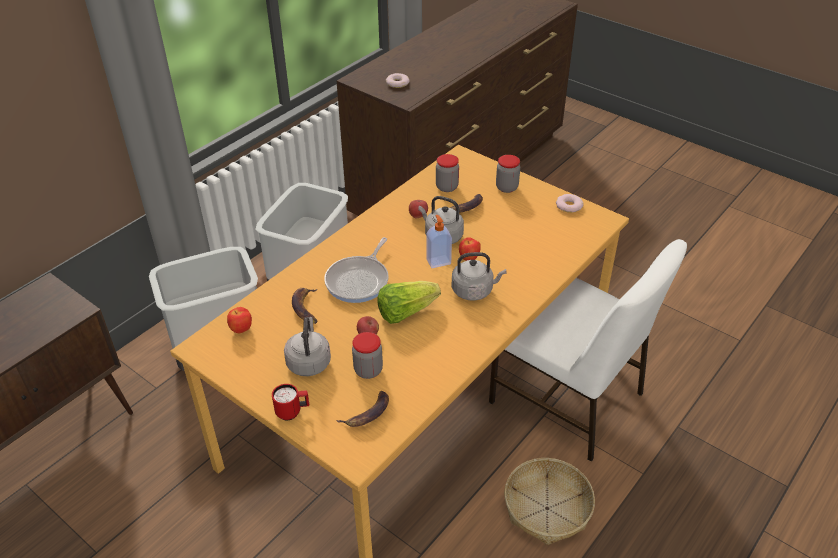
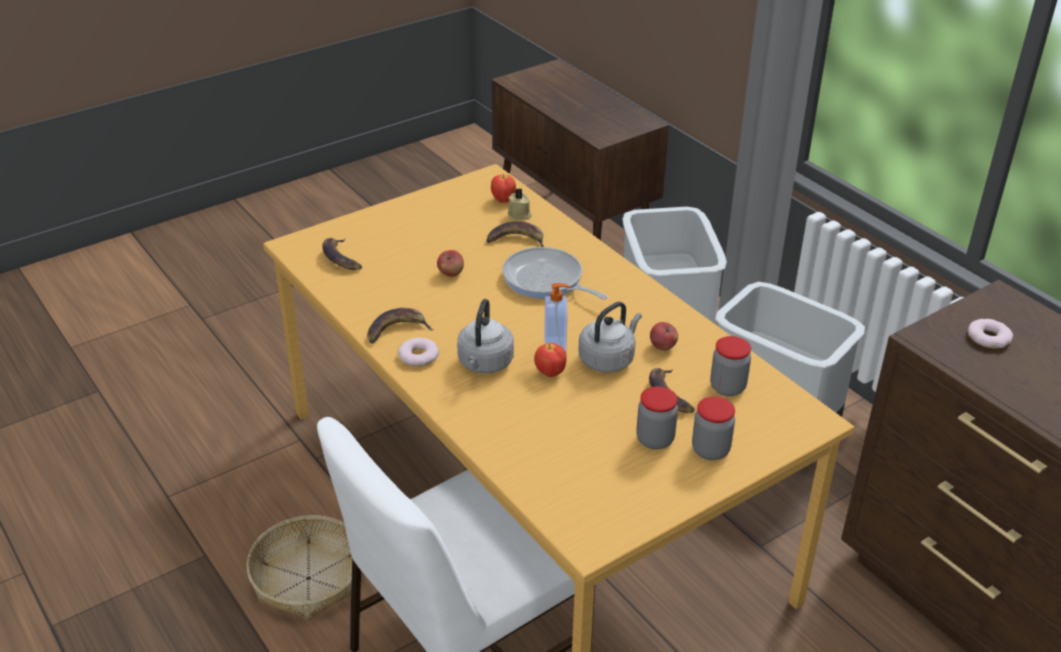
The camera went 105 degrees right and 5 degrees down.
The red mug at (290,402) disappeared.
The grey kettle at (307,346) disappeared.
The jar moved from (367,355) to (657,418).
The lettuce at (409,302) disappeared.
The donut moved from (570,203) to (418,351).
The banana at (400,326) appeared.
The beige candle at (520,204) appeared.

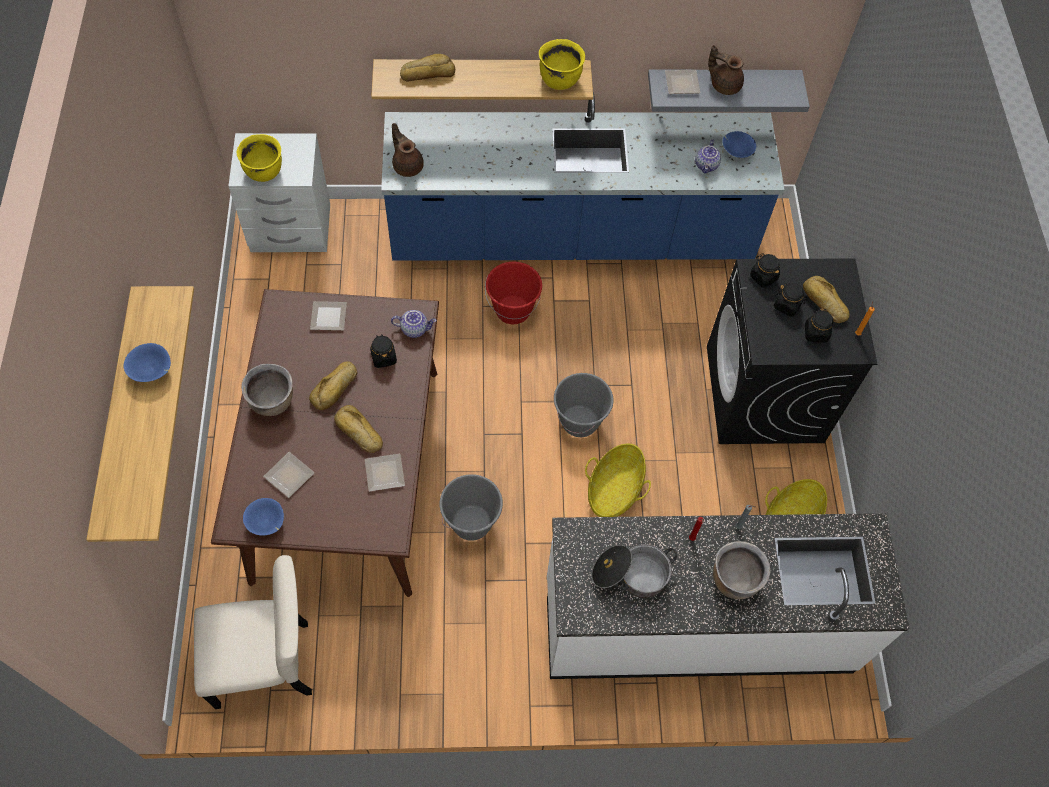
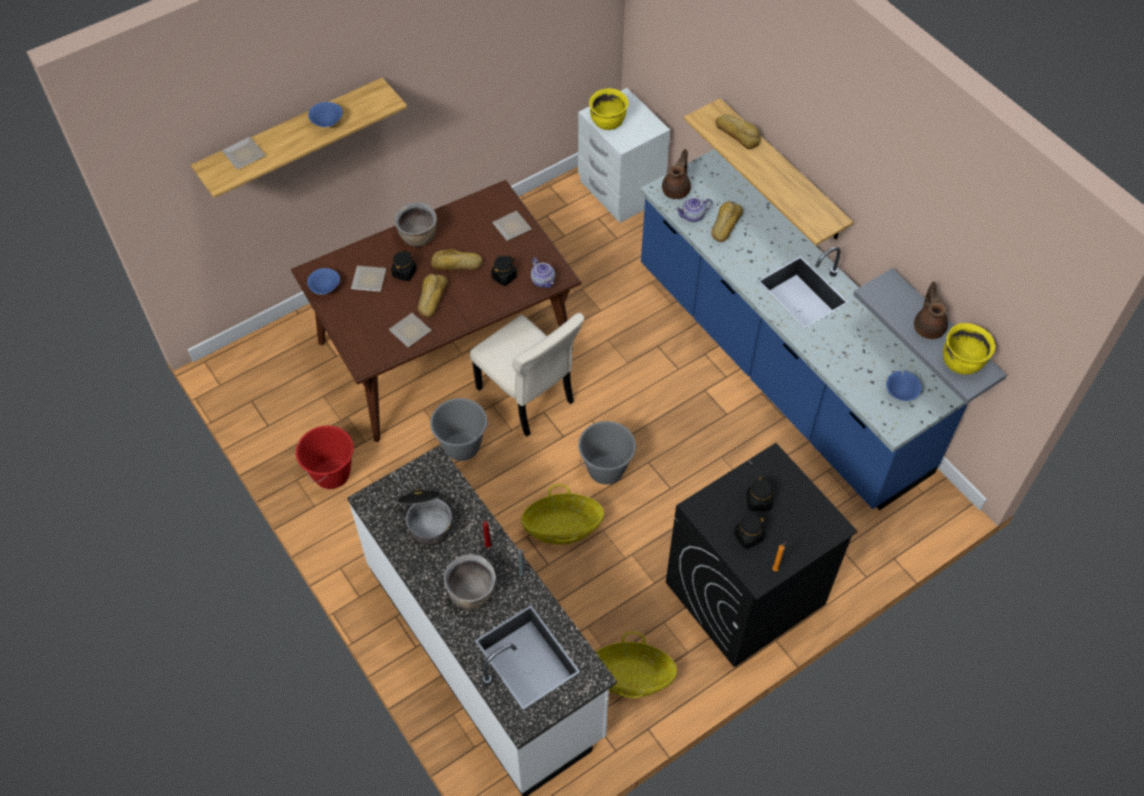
The camera went 60 degrees right and 5 degrees down.
The beige chair moved from (253,632) to (527,374).
The red bucket moved from (513,292) to (325,457).
The yellow cooking pot moved from (562,64) to (969,349).
The plate moved from (682,82) to (244,153).
The teapot moved from (708,156) to (694,209).
The black jar moved from (765,270) to (404,265).
The bread moved from (826,299) to (727,221).

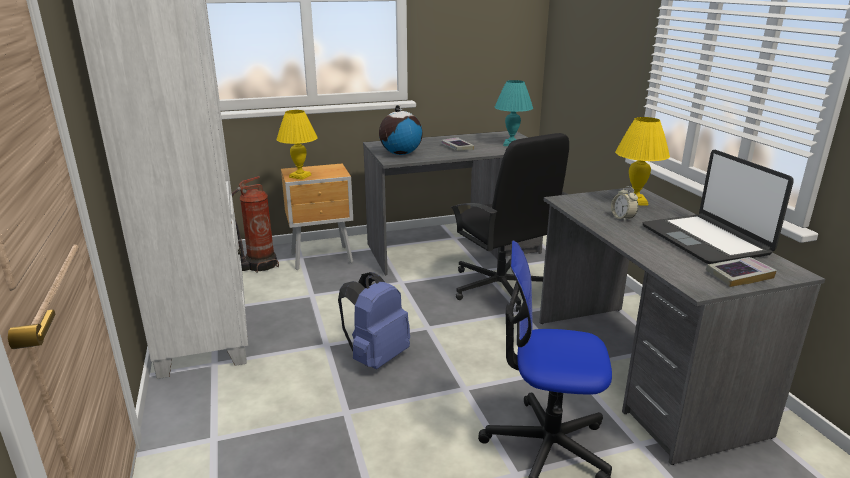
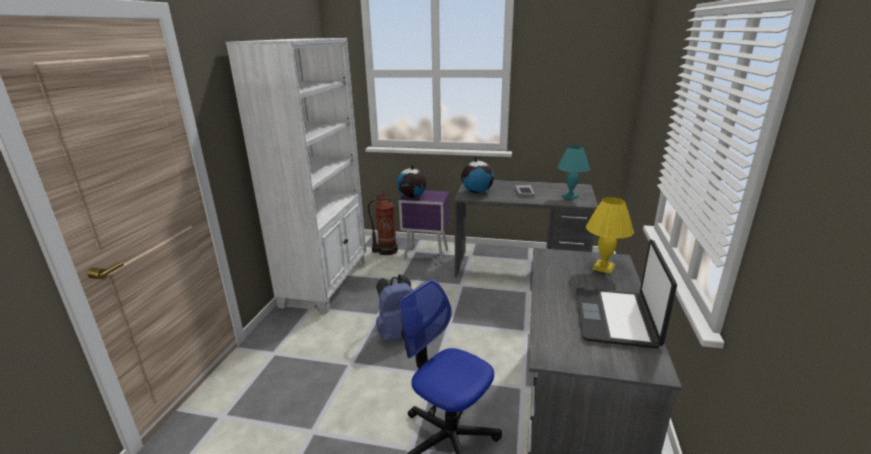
The camera went 30 degrees right and 0 degrees up.
The yellow table lamp at (297,145) was replaced by the globe at (411,181).
The brown nightstand at (317,217) became the purple nightstand at (424,226).
The black office chair at (509,222) disappeared.
The alarm clock at (624,204) disappeared.
The book at (741,272) disappeared.

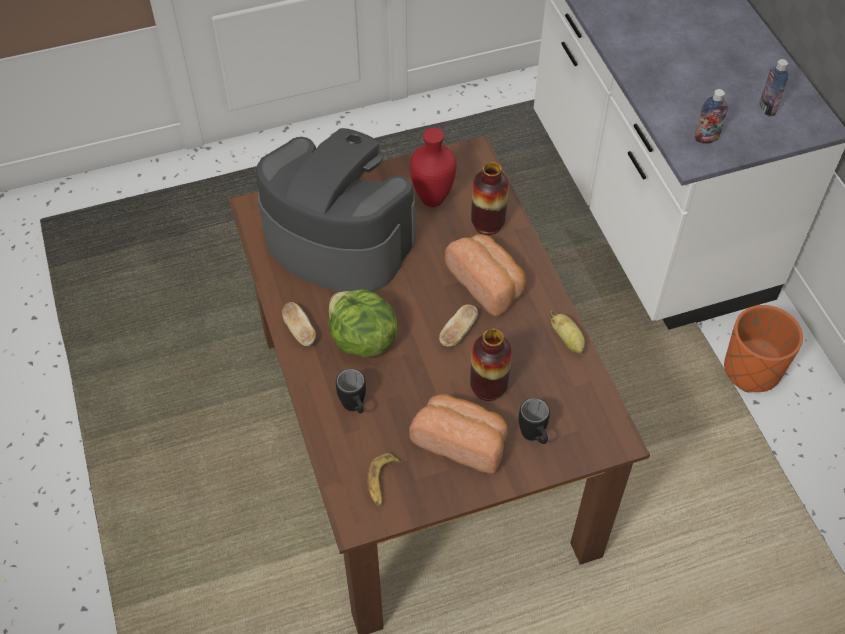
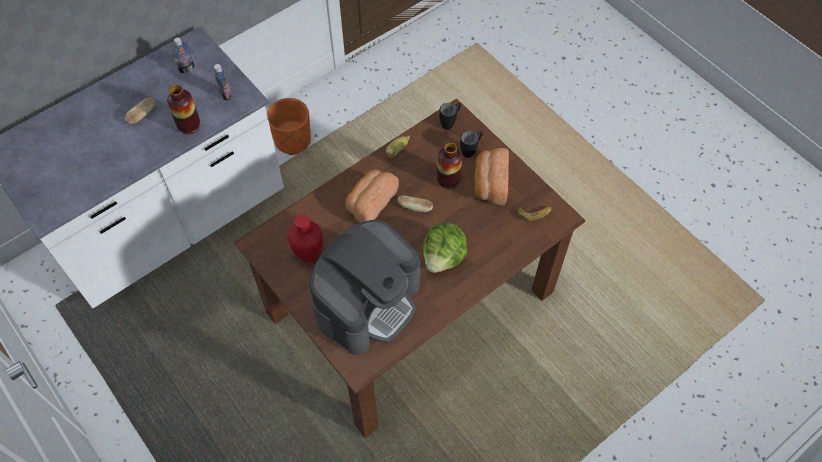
The camera went 110 degrees left and 5 degrees up.
The coffee machine at (335,210) turned 150 degrees counterclockwise.
The bread moved from (299,324) to (140,111).
The black mug moved from (351,391) to (450,116).
The vase moved from (490,198) to (183,109).

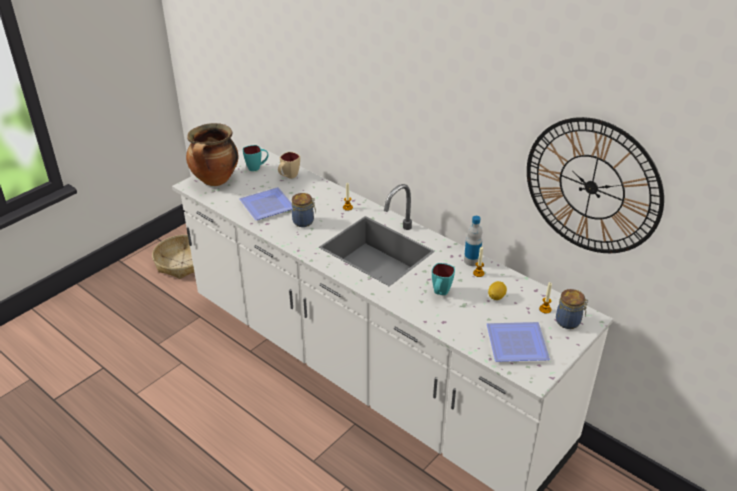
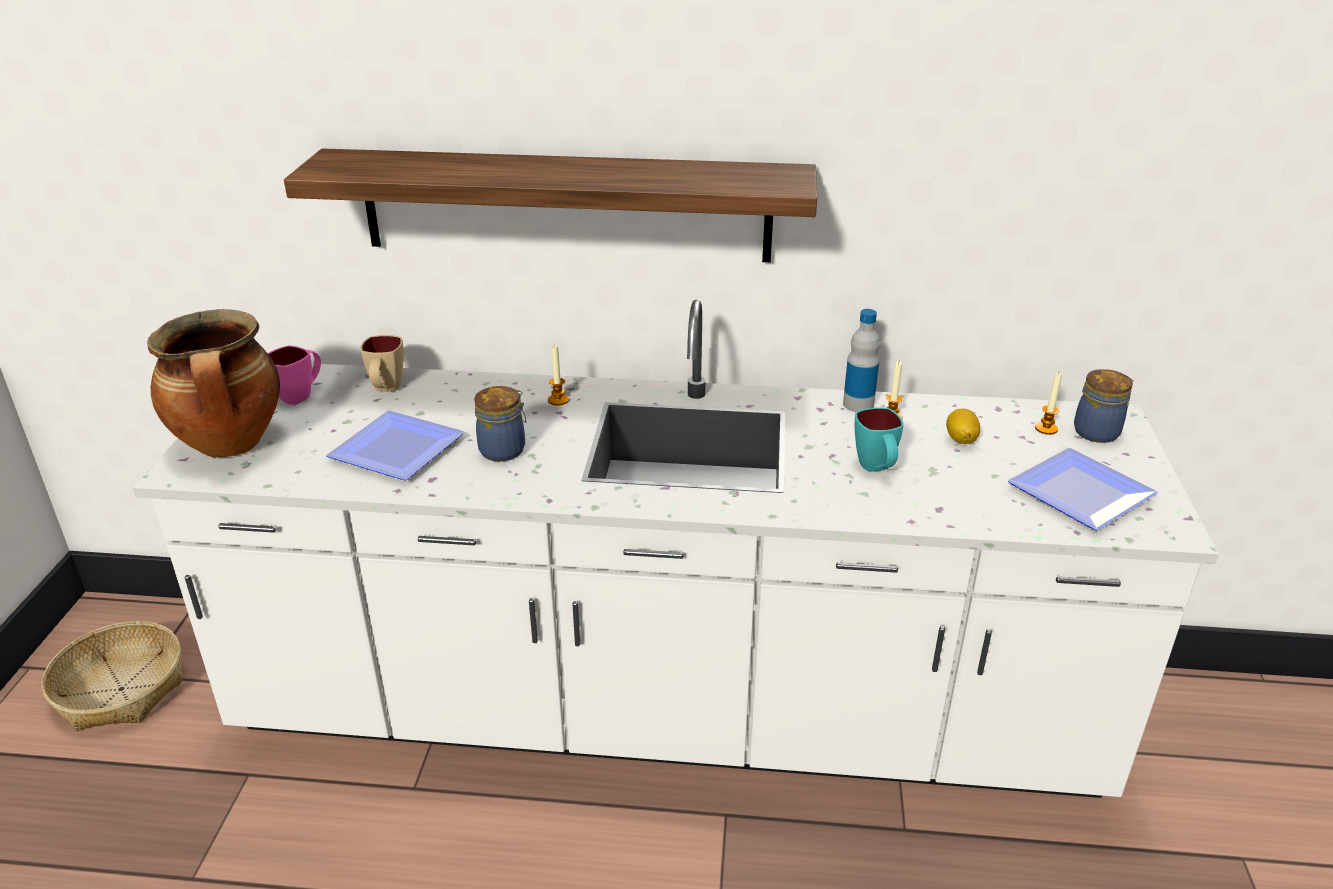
The camera went 35 degrees left and 5 degrees down.
The turquoise mug at (256,158) became the pink mug at (294,375).
The wall clock at (595,185) disappeared.
The shelf at (550,205) appeared.

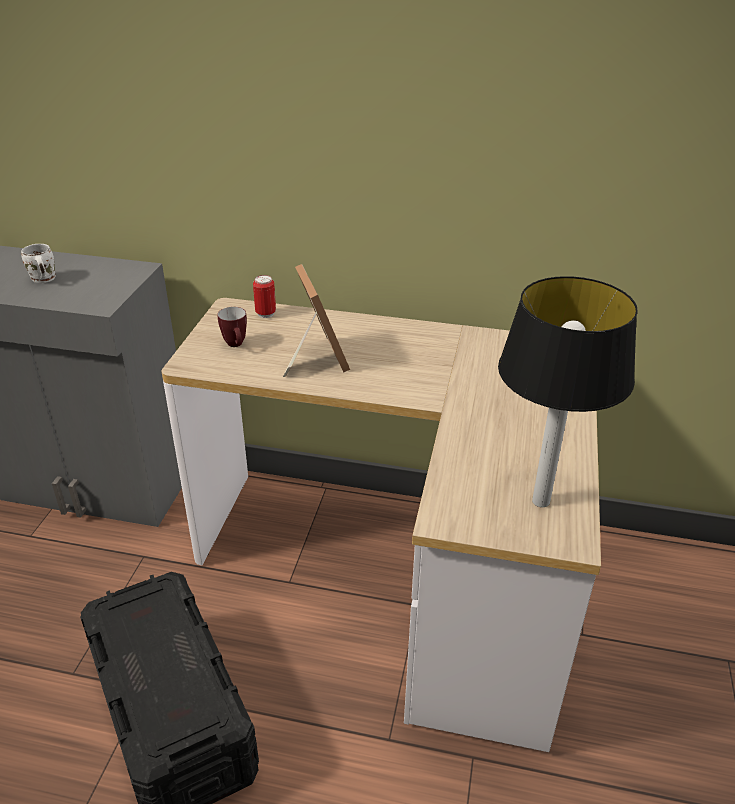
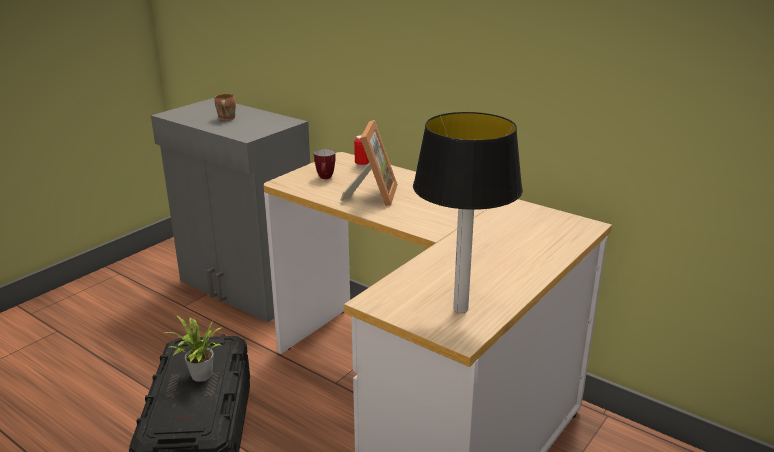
The camera went 25 degrees right and 10 degrees down.
The white mug at (38,263) became the brown mug at (225,107).
The potted plant at (194,348) appeared.

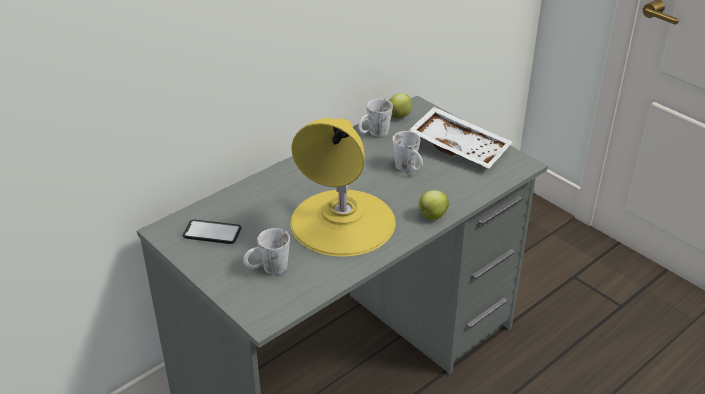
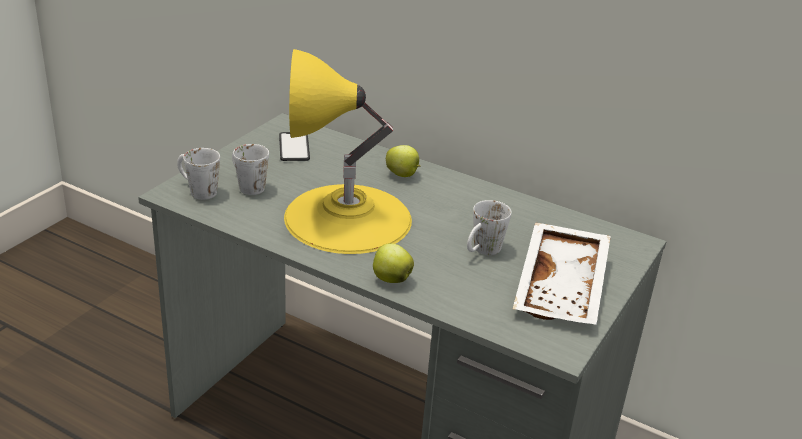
The camera went 70 degrees right and 5 degrees down.
The white mug moved from (375,118) to (198,174).
The apple moved from (400,105) to (403,161).

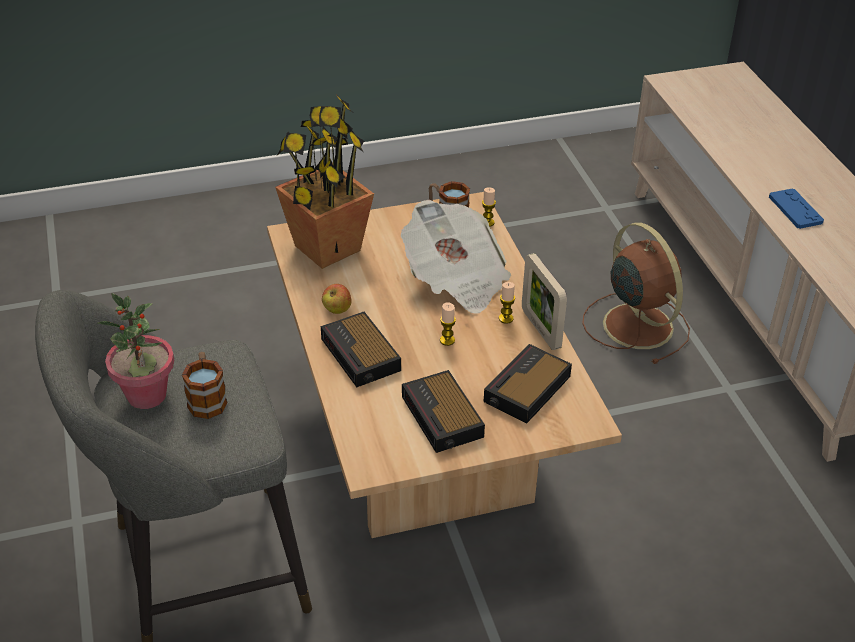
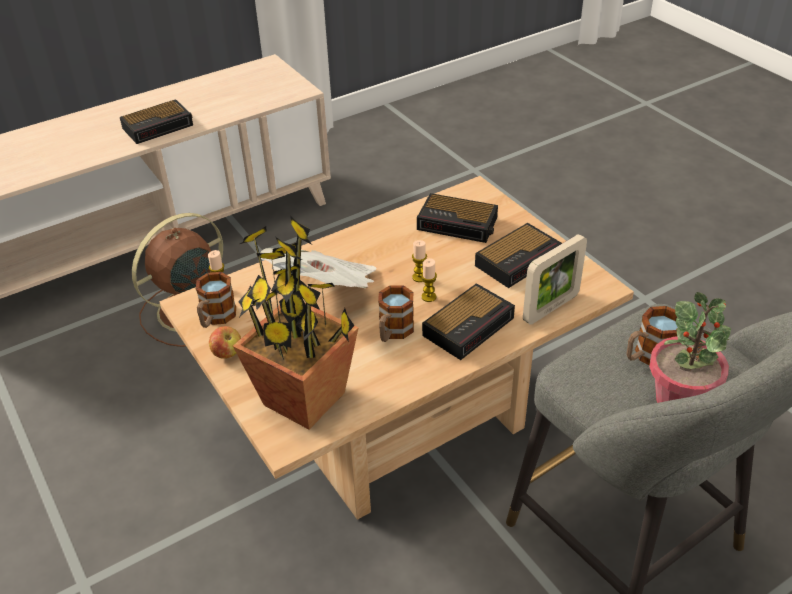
The camera went 105 degrees left and 0 degrees up.
The apple moved from (337,299) to (225,342).
The candle moved from (507,303) to (429,280).
The picture frame moved from (544,301) to (555,279).
The blue game controller at (796,208) was replaced by the alarm clock at (156,121).
The mug at (396,313) appeared.

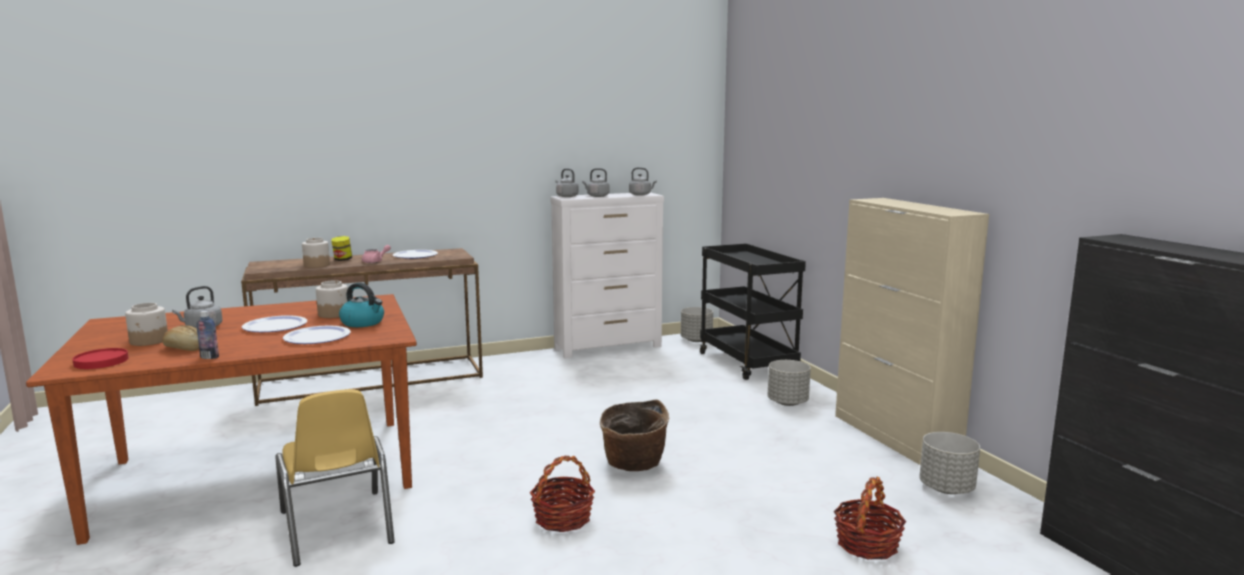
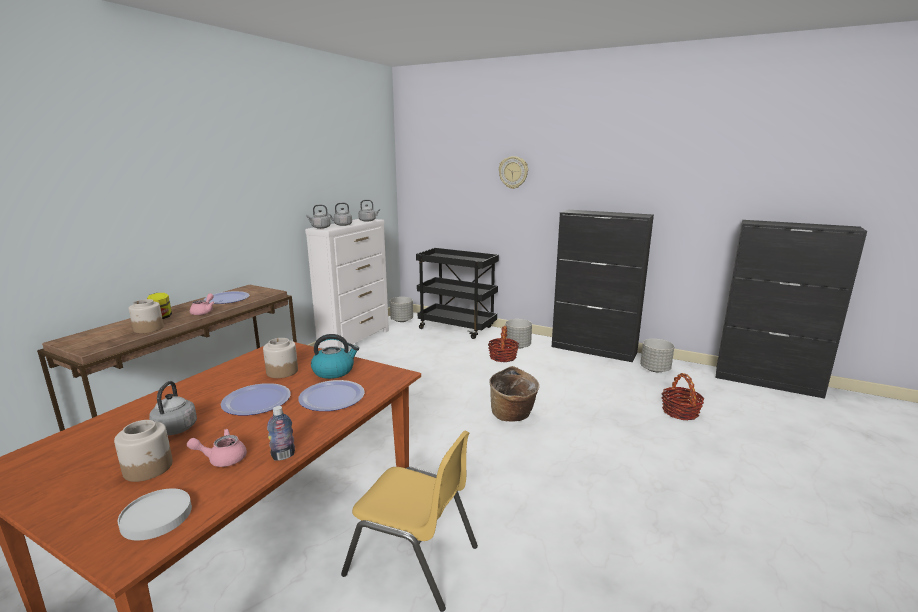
The camera went 40 degrees left and 5 degrees up.
The red plate at (101,358) became the white plate at (155,514).
The bread at (180,338) was replaced by the pink teapot at (217,448).
The basket moved from (562,494) to (503,344).
The beige cabinet at (912,331) became the black cabinet at (603,286).
The wall clock at (513,172) appeared.

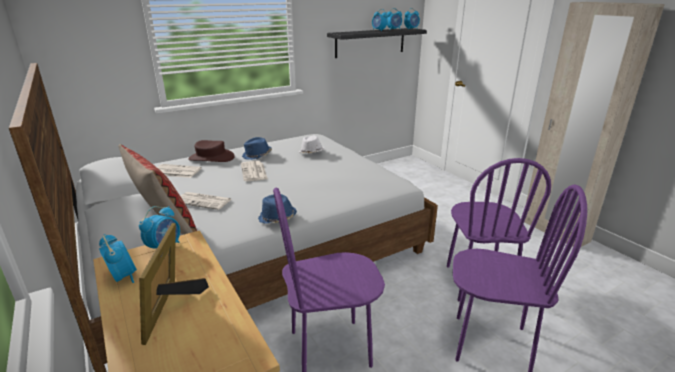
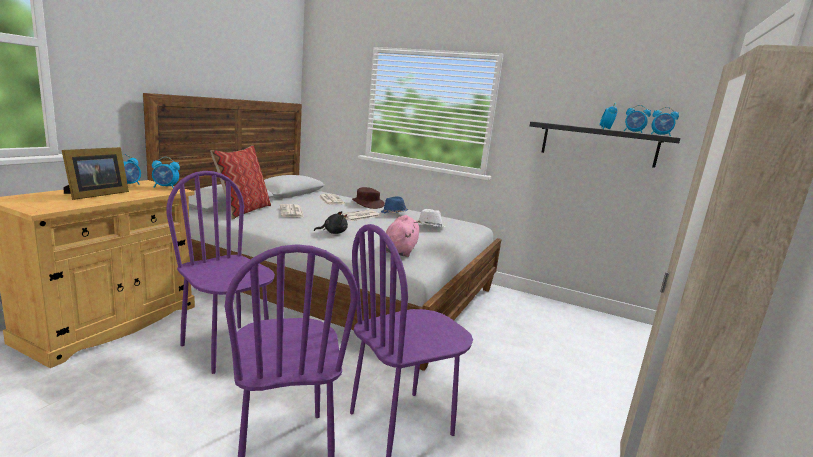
The camera went 55 degrees right and 10 degrees down.
The picture frame at (174,284) turned 150 degrees clockwise.
The blue hat at (277,209) disappeared.
The black plush toy at (331,222) appeared.
The pink plush toy at (402,236) appeared.

